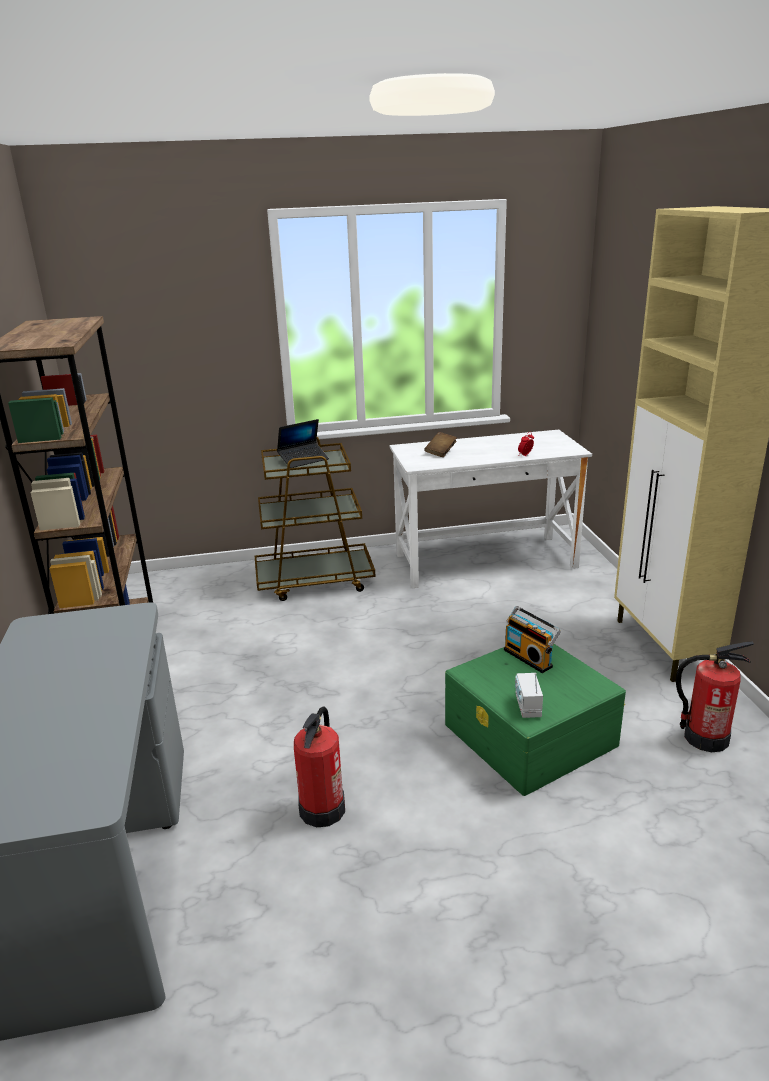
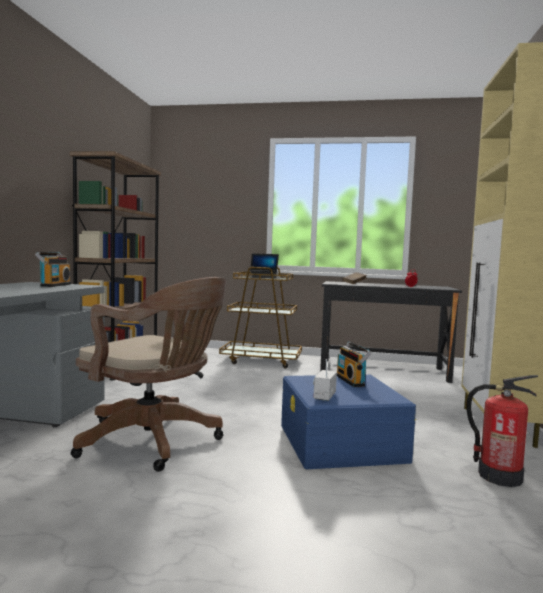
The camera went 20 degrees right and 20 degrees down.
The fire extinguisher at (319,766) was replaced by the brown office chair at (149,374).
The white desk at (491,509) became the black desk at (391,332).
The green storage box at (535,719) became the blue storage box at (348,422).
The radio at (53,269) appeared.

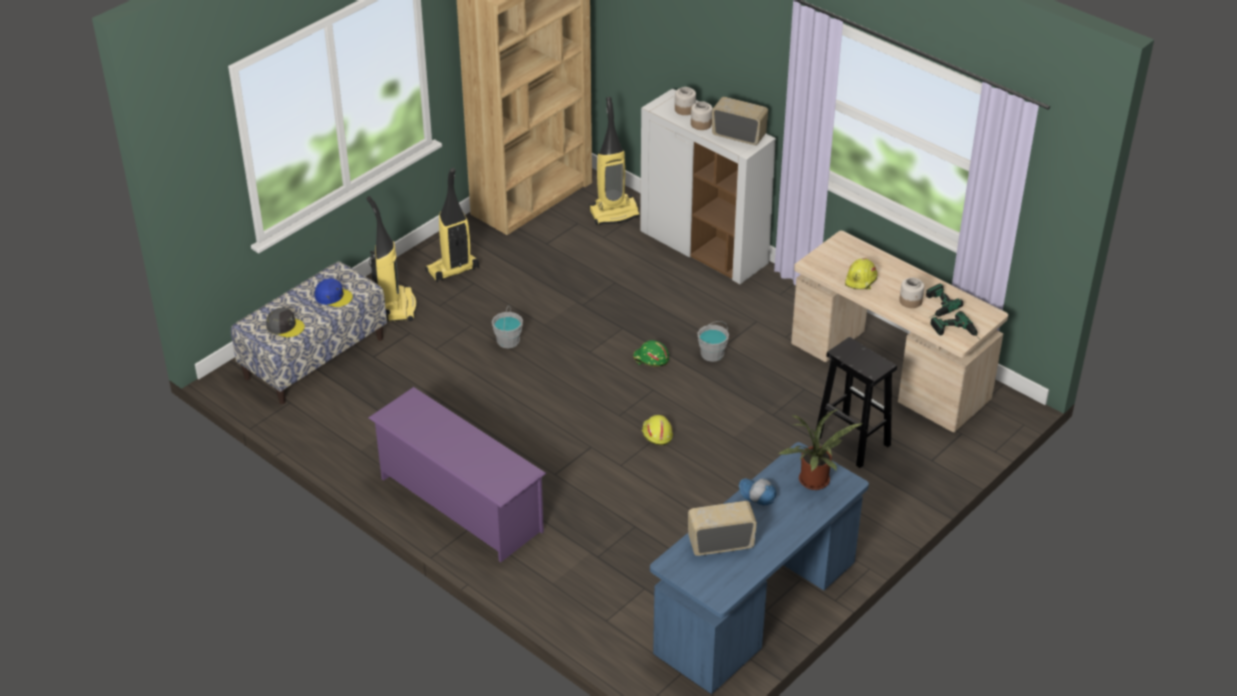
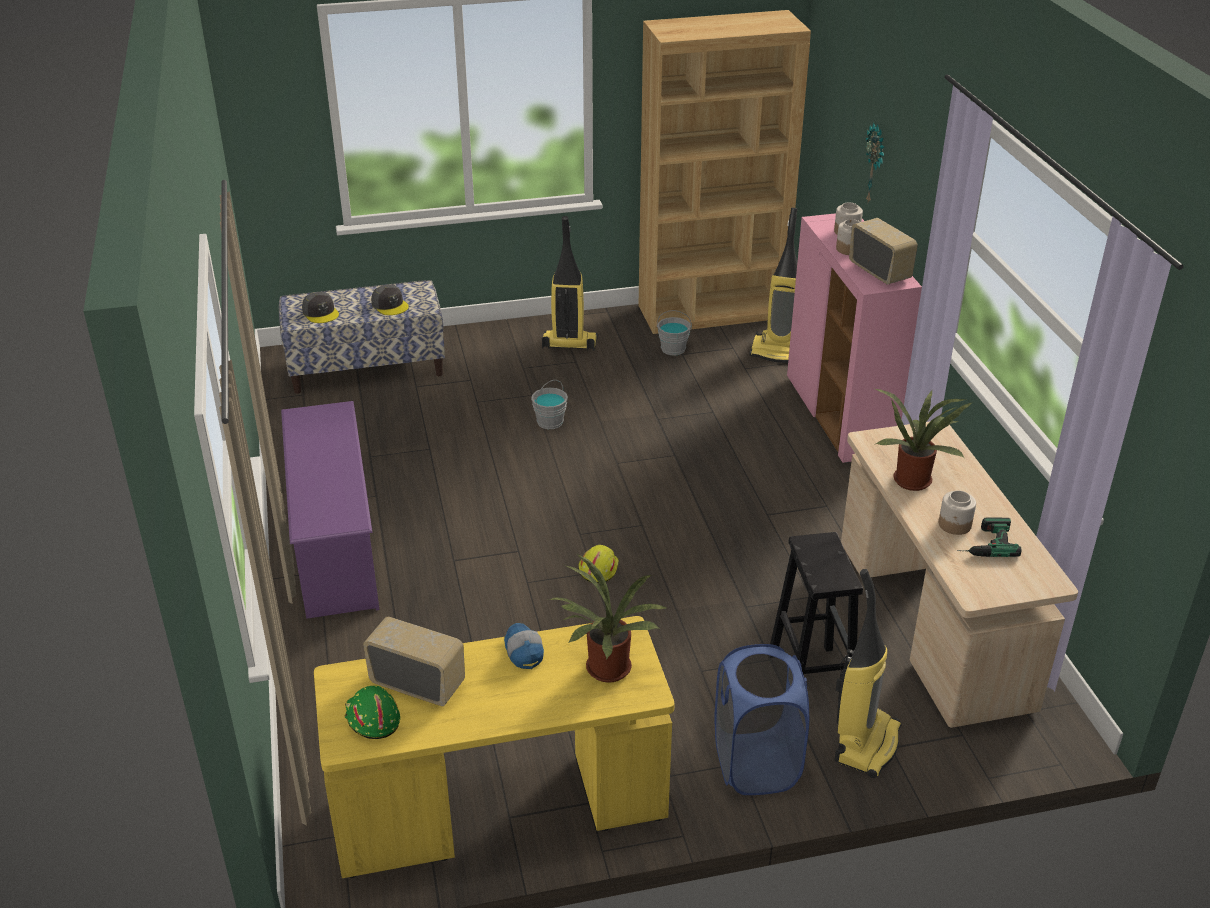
The camera went 35 degrees right and 5 degrees down.
The blue cap at (334,292) became the grey cap at (390,299).
The vacuum cleaner moved from (392,258) to (867,673).
The green hard hat moved from (651,353) to (372,712).
The white cabinet at (708,186) became the pink cabinet at (854,338).
The blue desk at (759,568) became the yellow desk at (494,747).
The grey bucket moved from (713,341) to (674,332).
The yellow hard hat at (861,274) was replaced by the potted plant at (924,440).
The power drill at (955,325) disappeared.
The blue laundry basket at (762,719) appeared.
The wall clock at (875,162) appeared.

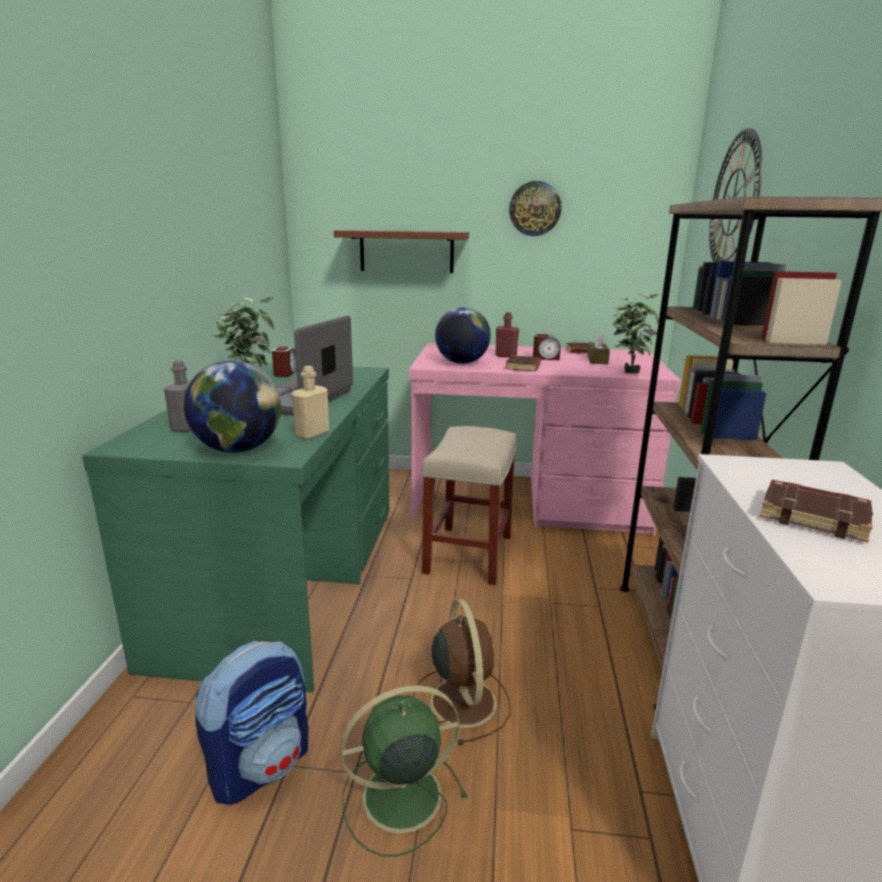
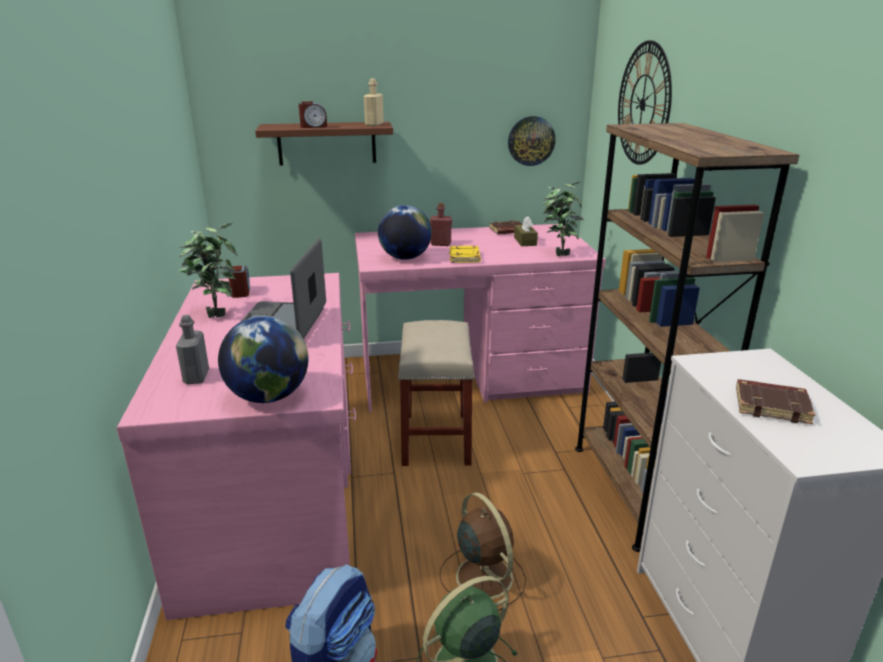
The camera went 15 degrees left and 5 degrees up.
The green desk at (236,528) became the pink desk at (236,446).
The beige bottle moved from (310,403) to (374,102).
The brown book at (523,363) became the yellow book at (465,254).
The wall clock moved from (535,208) to (532,141).
The alarm clock moved from (547,347) to (313,114).

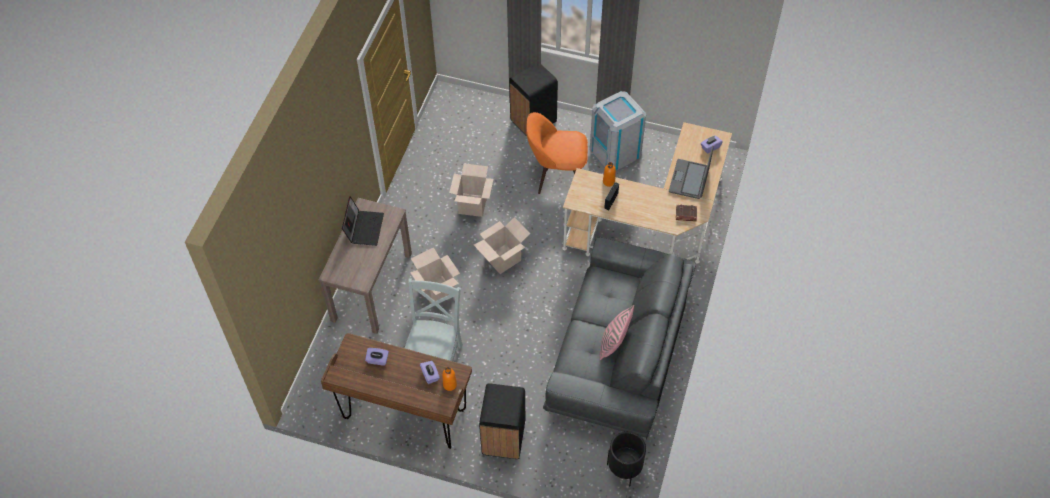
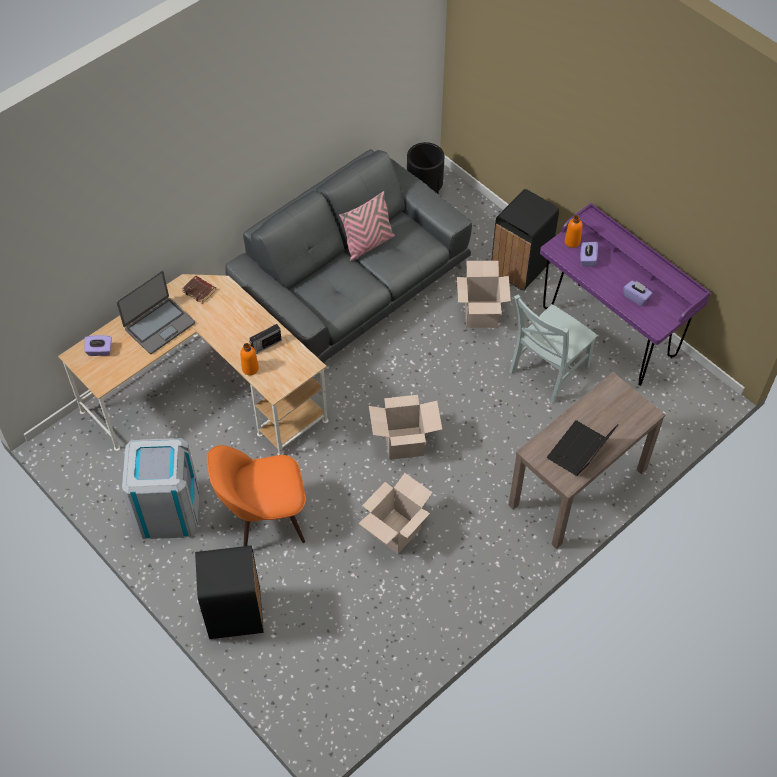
The camera went 150 degrees left and 0 degrees up.
The brown desk at (396,391) became the purple desk at (625,294).
The cardboard box moved from (435,275) to (484,294).
The orange chair at (557,153) turned 135 degrees clockwise.

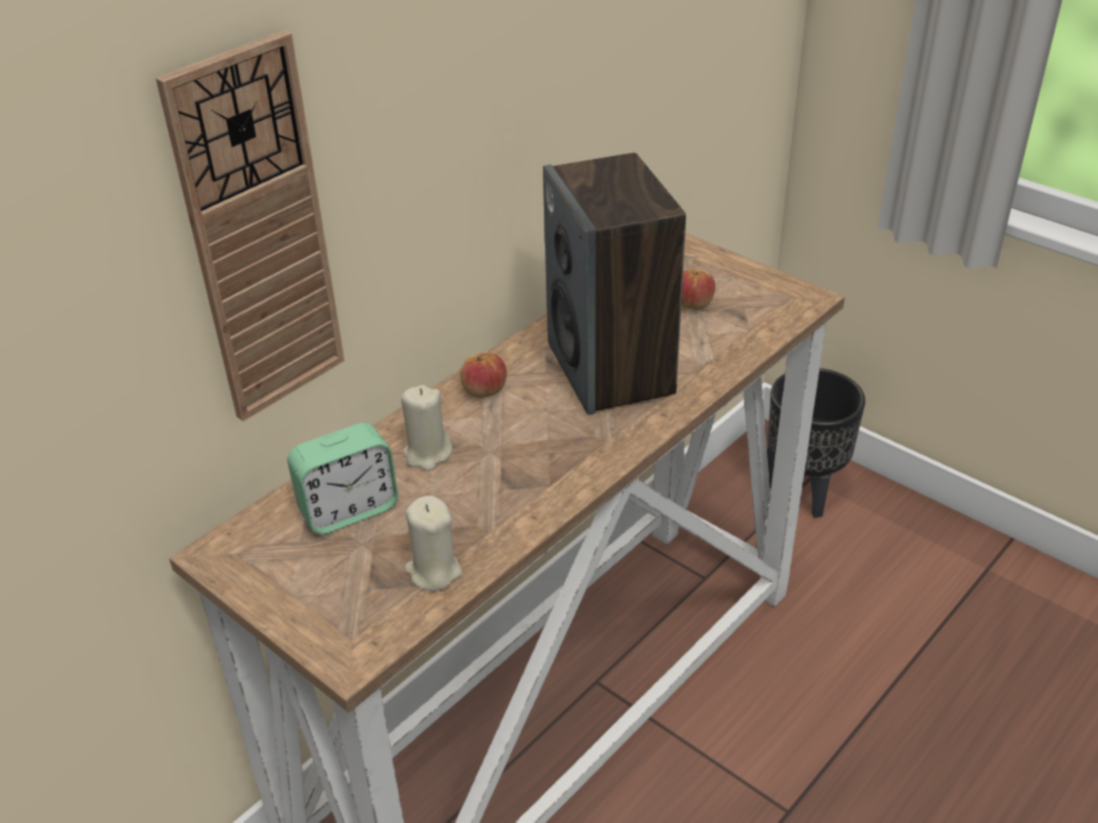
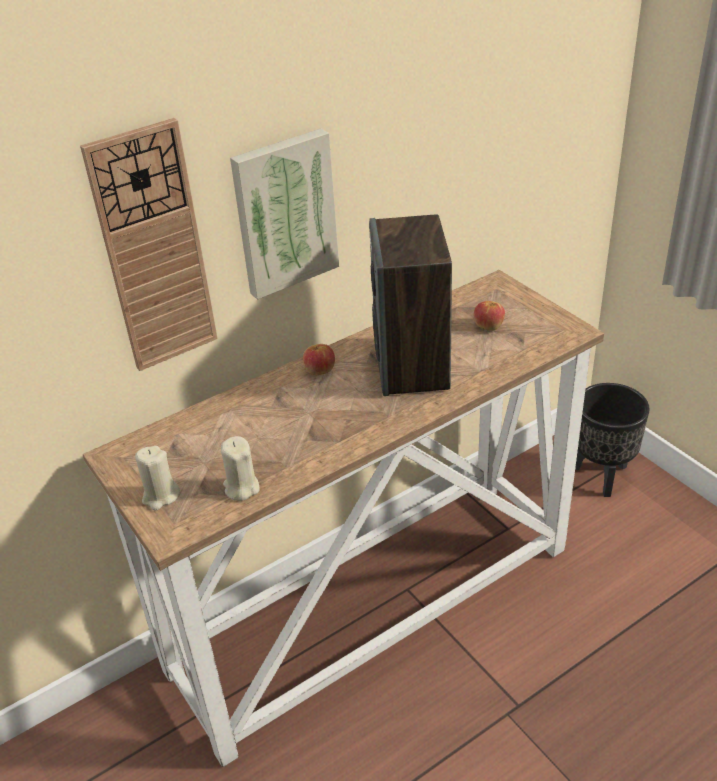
The camera went 15 degrees right and 0 degrees up.
The alarm clock at (342,479) disappeared.
The beige candle moved from (427,428) to (157,478).
The picture at (284,214) appeared.

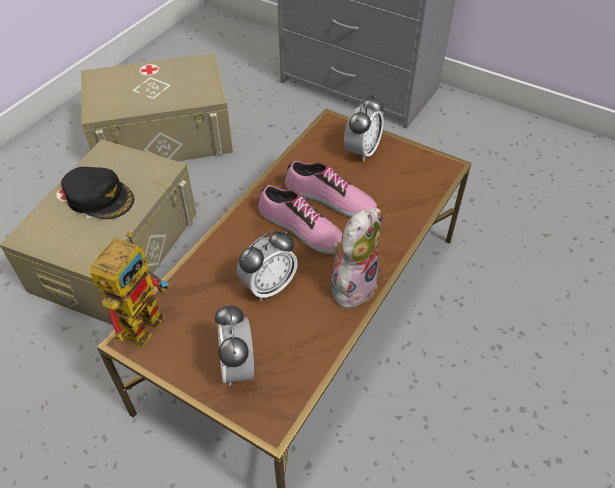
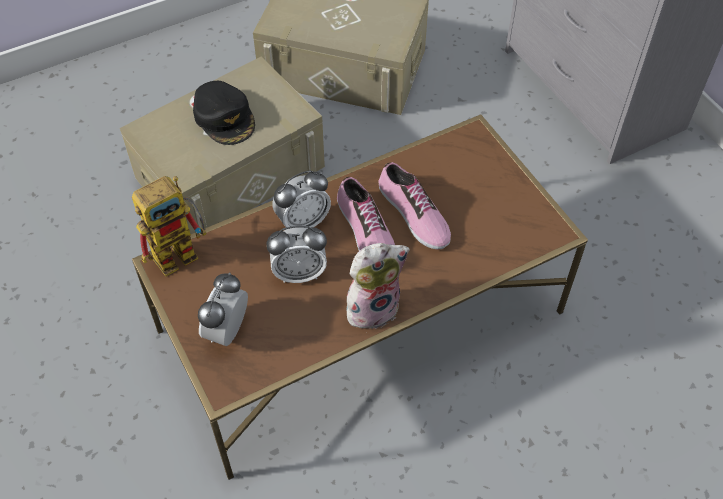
The camera went 30 degrees right and 5 degrees up.
The alarm clock moved from (364,128) to (302,199).

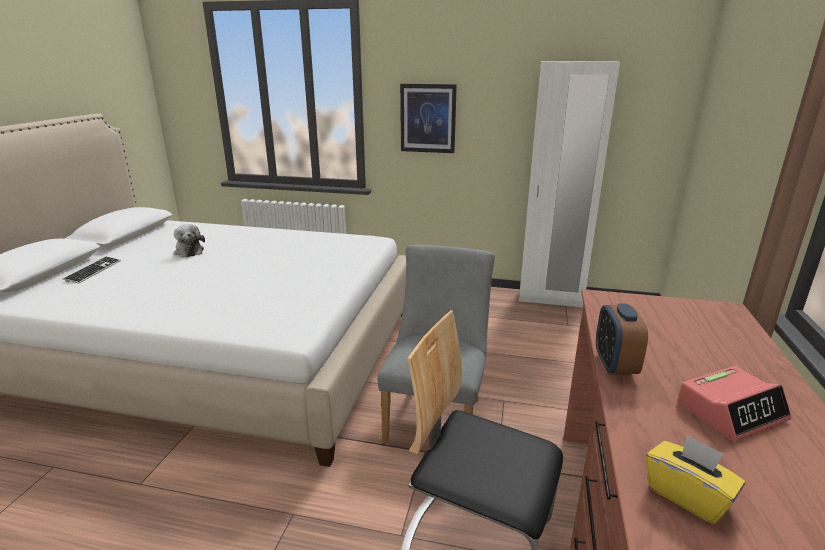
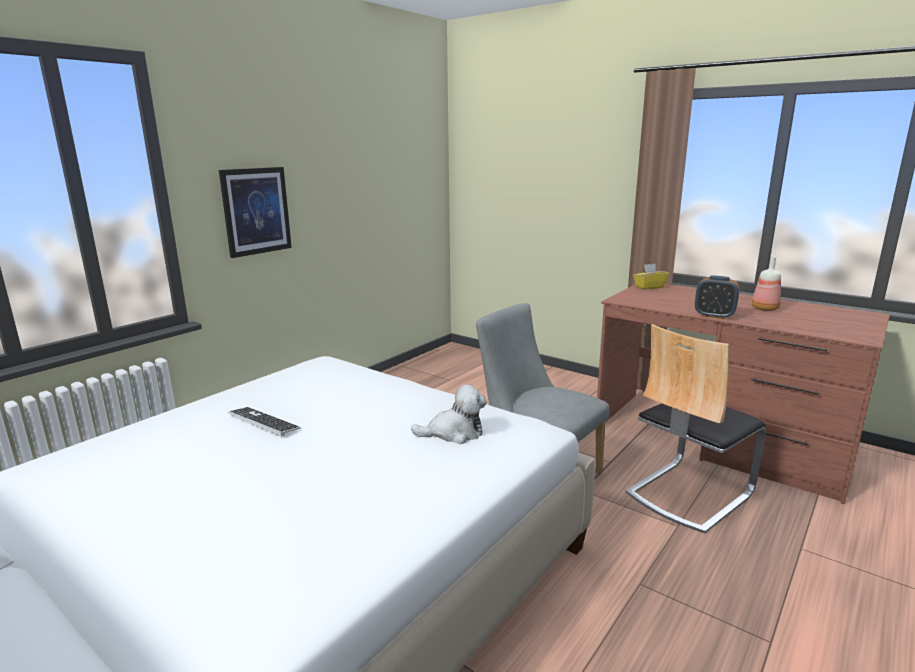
The camera went 65 degrees left and 5 degrees down.
The keyboard moved from (91,270) to (264,421).
The plush toy moved from (189,240) to (449,414).
The white wardrobe at (569,184) disappeared.
The yellow tissue box moved from (695,479) to (650,276).
The alarm clock at (734,404) was replaced by the bottle at (766,284).

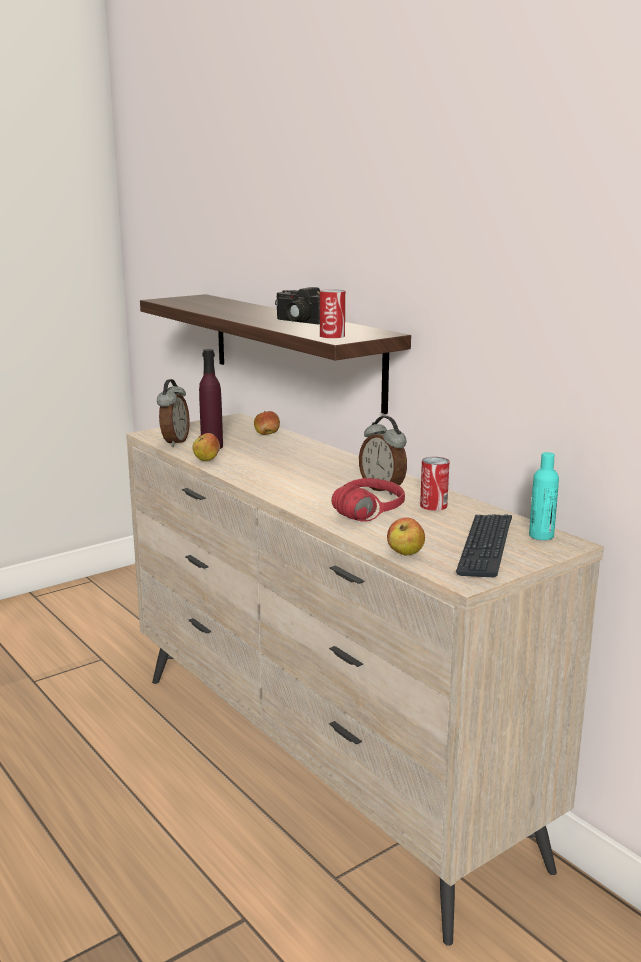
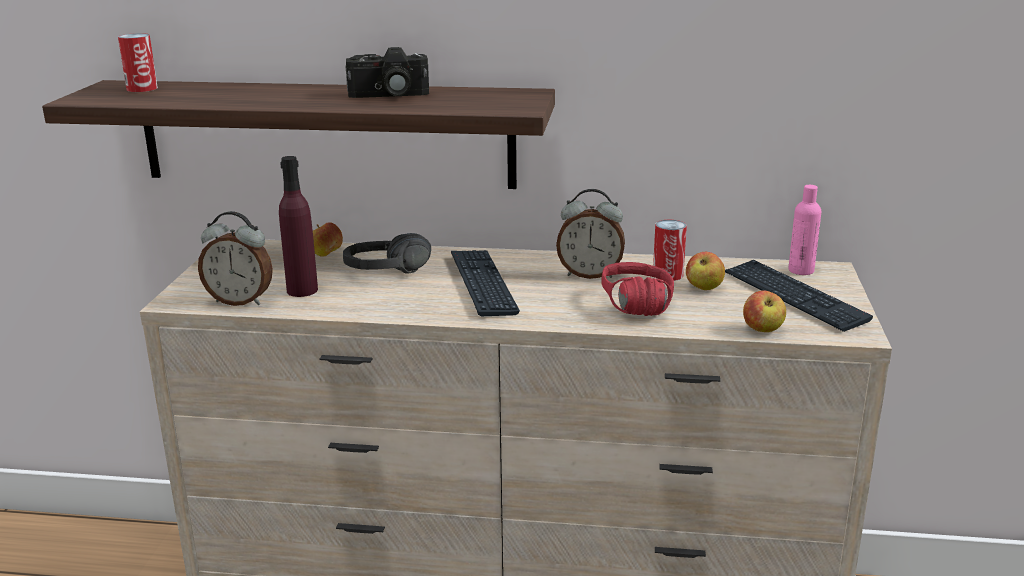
The camera went 45 degrees left and 5 degrees up.
The alarm clock at (173,413) turned 135 degrees clockwise.
The apple moved from (206,447) to (705,271).
The can moved from (332,313) to (138,62).
The turquoise bottle at (544,496) became the pink bottle at (804,230).
The black headphones at (387,253) appeared.
The keyboard at (485,283) appeared.

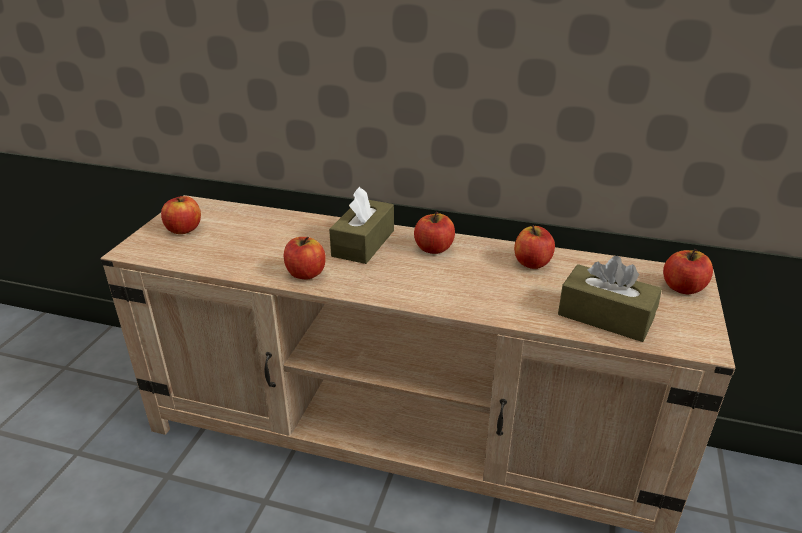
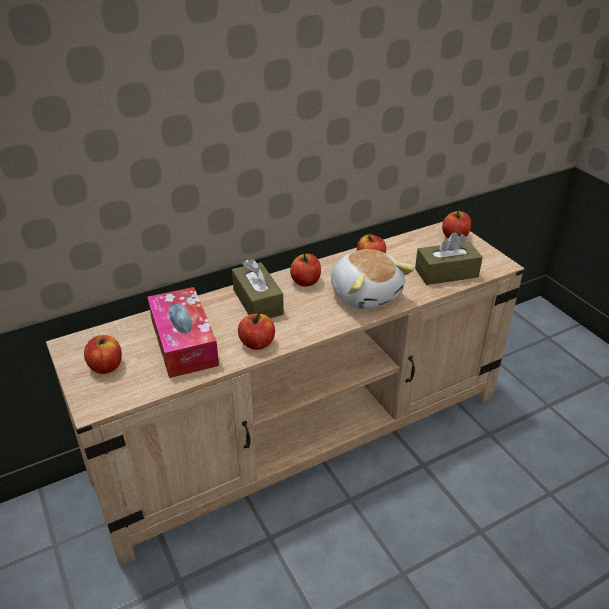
The camera went 45 degrees left and 5 degrees up.
The tissue box at (183,332) appeared.
The plush toy at (372,279) appeared.

